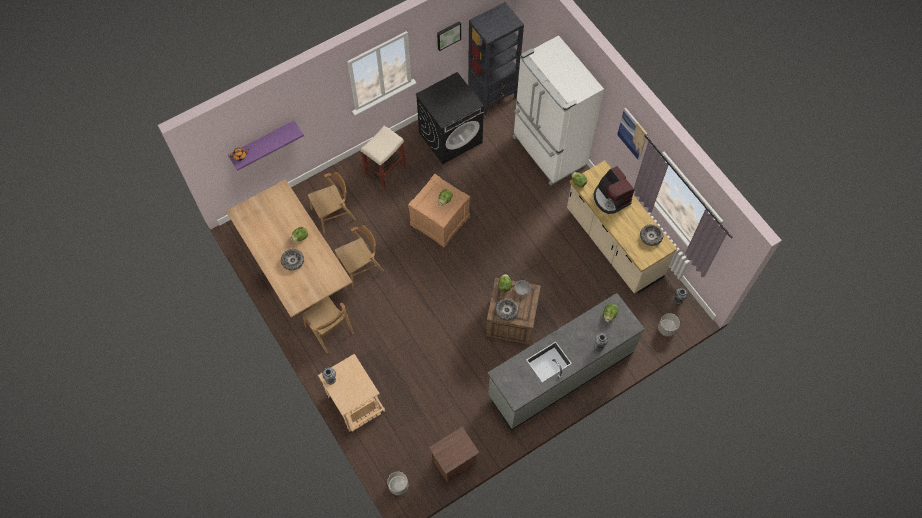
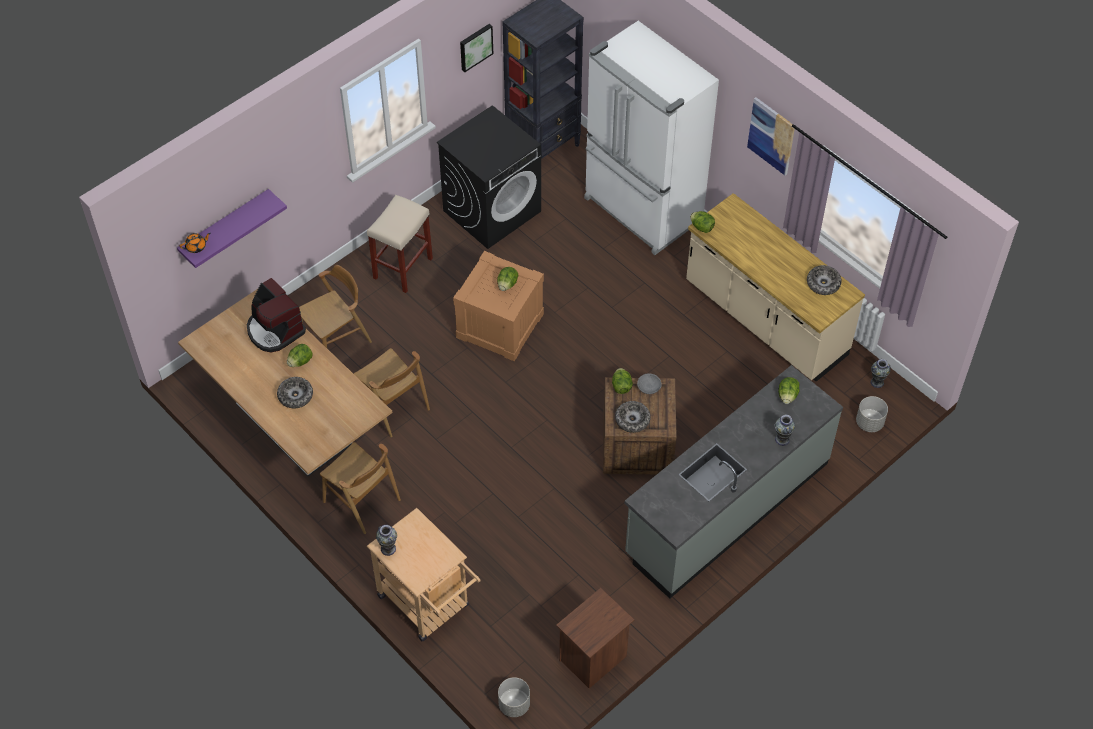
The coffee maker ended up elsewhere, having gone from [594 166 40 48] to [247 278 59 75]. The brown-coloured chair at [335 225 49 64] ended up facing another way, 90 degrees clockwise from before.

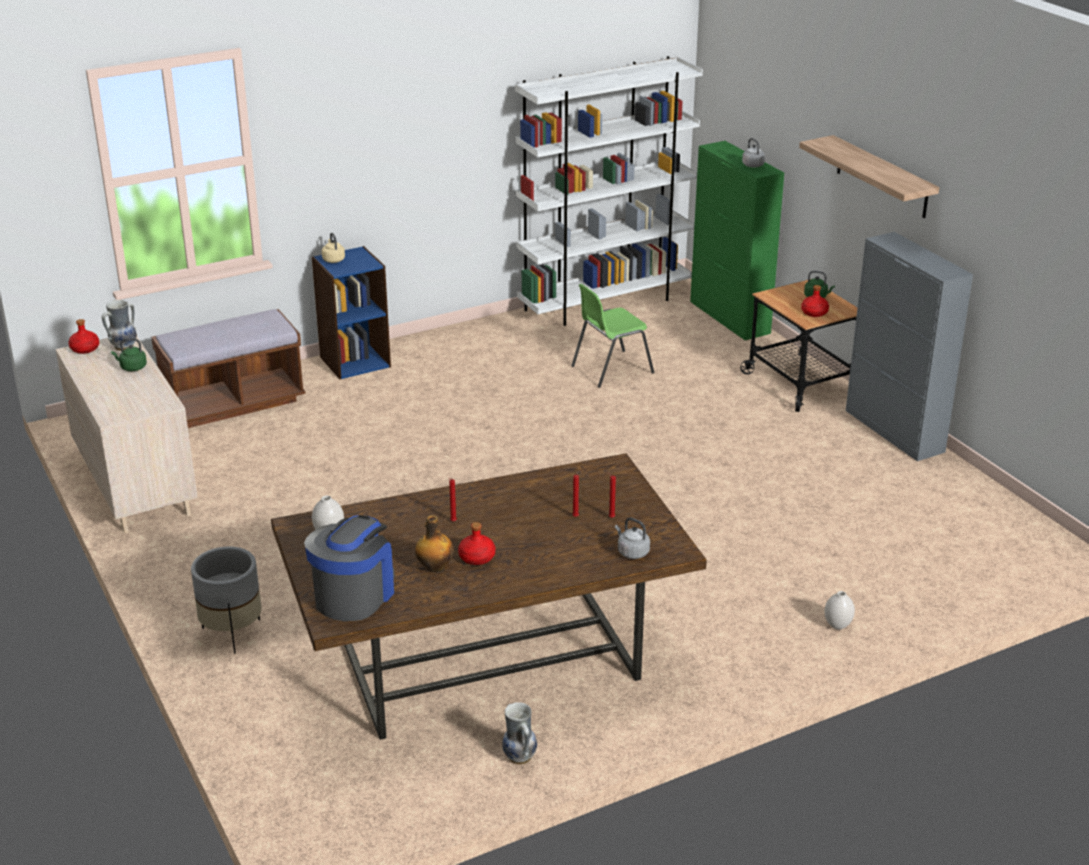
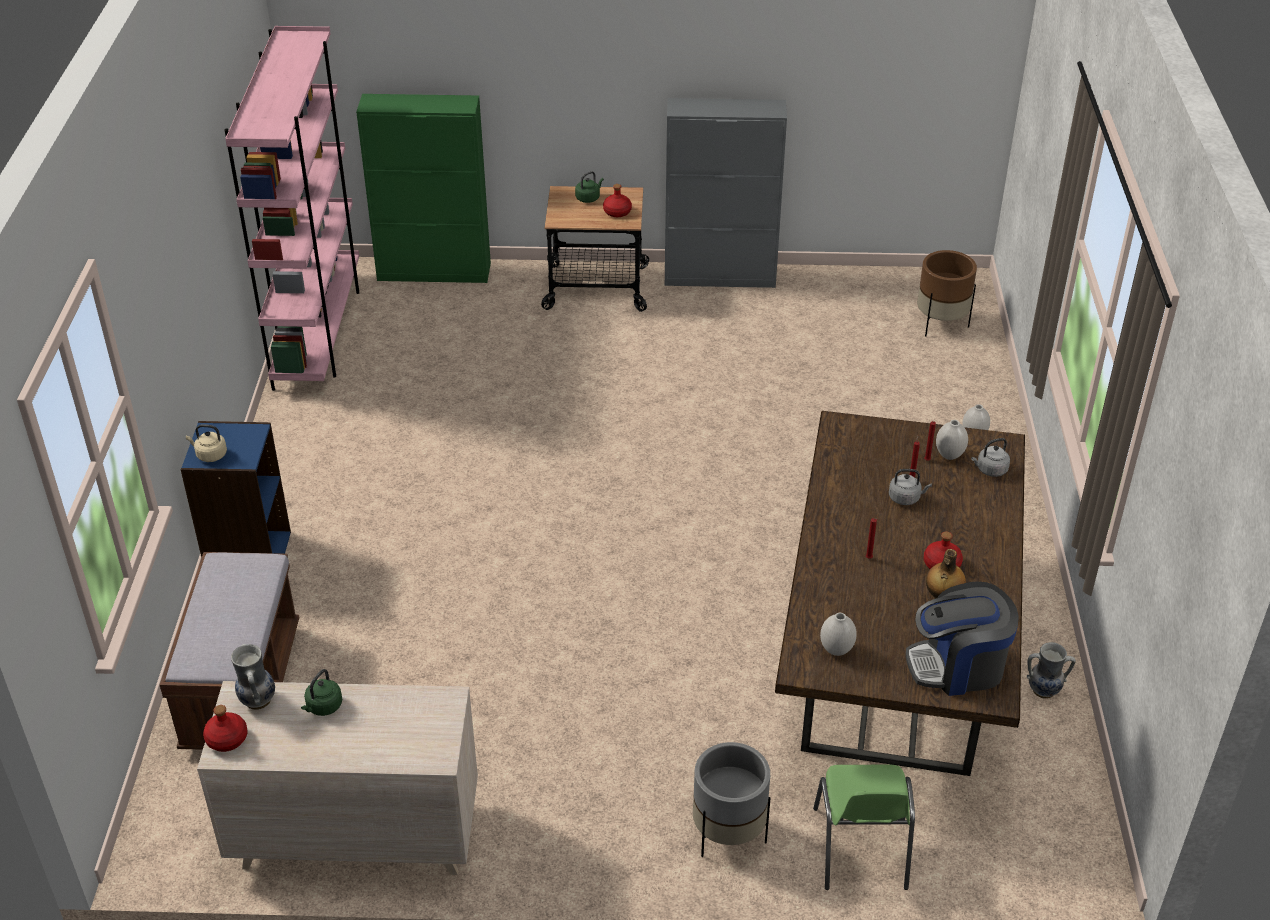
The second view lost the bracket shelf at [799 135 141 83]. The second view gained the brown-coloured plant pot at [917 250 60 86]. The second view gained the white-coloured flower vase at [936 420 32 40]. The green-coloured chair ended up elsewhere, having gone from [571 284 83 104] to [813 764 102 126]. The gray water kettle ended up elsewhere, having gone from [742 138 23 29] to [889 469 43 36]. What was the white-coloured bookcase at [515 56 188 270] turned into the pinkish bookcase at [224 26 135 365]. The coffee maker at [304 515 91 106] ended up facing another way, 60 degrees counterclockwise from before.

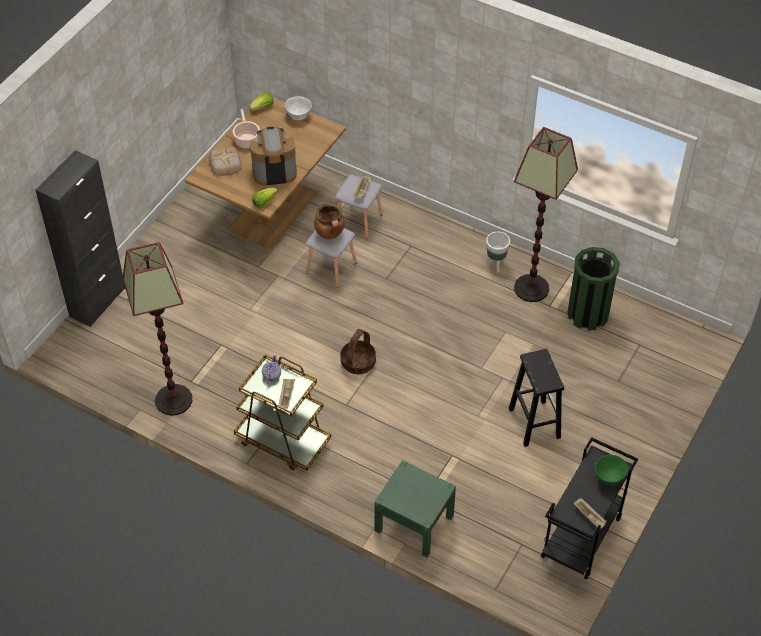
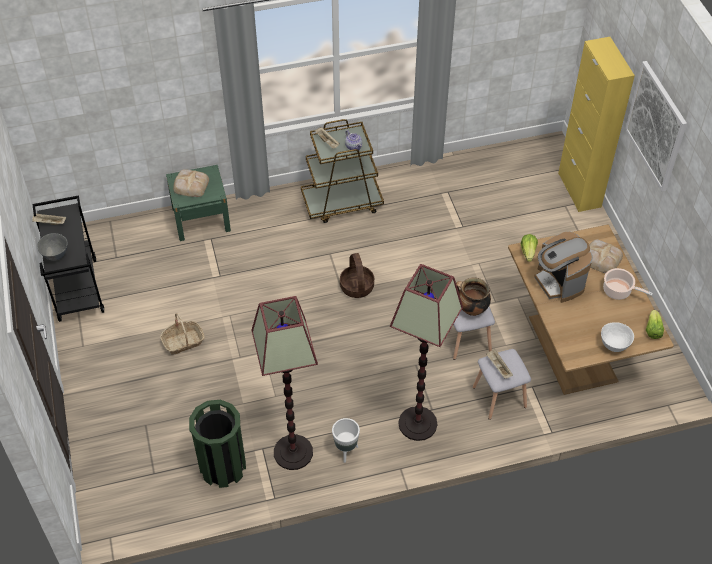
The second view gained the bakery bread at [173 169 36 28]. The second view gained the wall art at [625 61 62 130]. The floor lamp ended up elsewhere, having gone from [123 242 69 174] to [390 264 73 177]. Where the black-coloured sitting stool stood at [509 349 55 98], the basket came to stand at [160 313 45 42]. What was the black-coloured cabinet at [36 150 89 177] turned into the yellow-coloured cabinet at [558 37 77 175]. What was the green-coloured serving bowl at [595 455 33 30] turned into the gray serving bowl at [37 233 31 28]. The coffee maker at [250 127 47 59] ended up facing another way, 120 degrees clockwise from before.

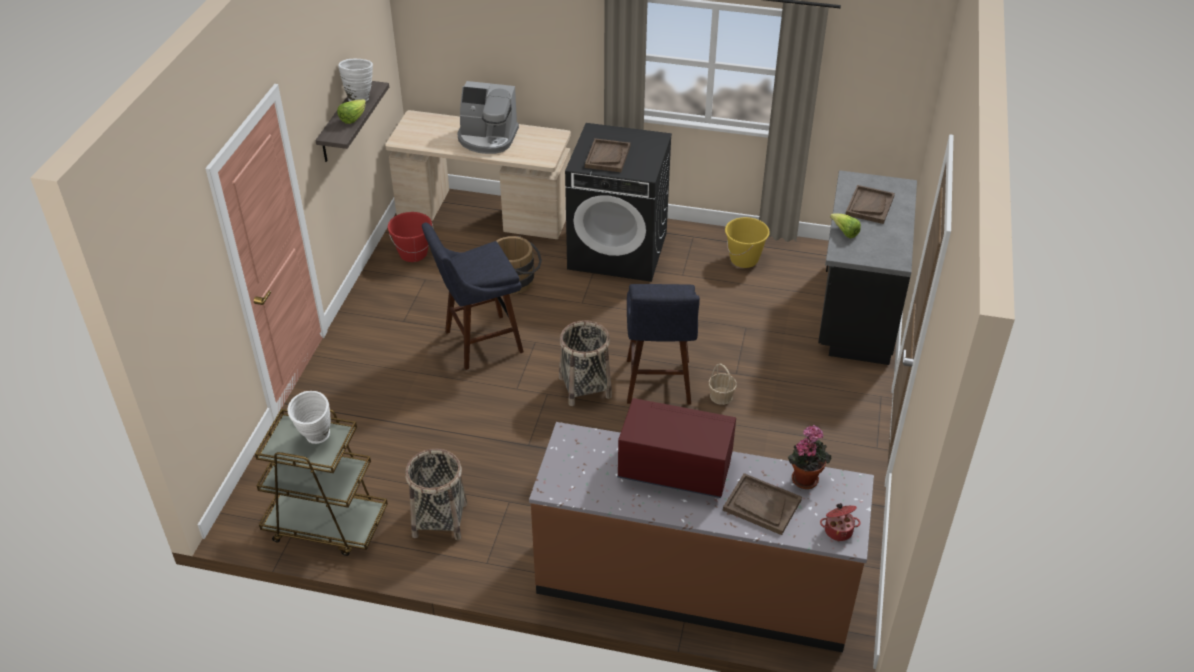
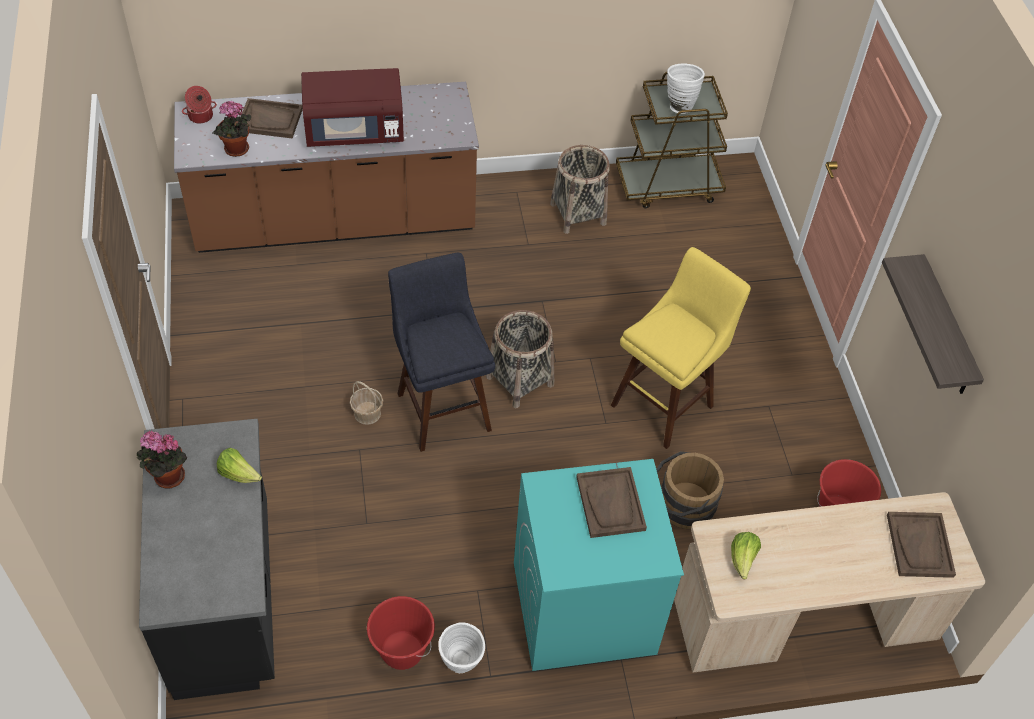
The second view lost the coffee maker at [457 81 62 73]. The second view gained the potted plant at [136 431 51 58]. The lettuce head ended up elsewhere, having gone from [337 99 29 25] to [731 532 30 47]. The white-coloured flower vase ended up elsewhere, having gone from [338 59 35 43] to [438 622 47 51]. The brown-coloured serving tray ended up elsewhere, having gone from [845 185 50 39] to [887 512 69 66]. What was the bluish sitting stool at [422 223 102 147] turned into the yellow-coloured sitting stool at [611 247 140 202]. What was the black-coloured laundry appliance at [565 123 107 159] turned into the turquoise-coloured laundry appliance at [514 459 170 212]. What was the yellow-coloured bucket at [725 217 45 51] turned into the reddish bucket at [367 596 68 74].

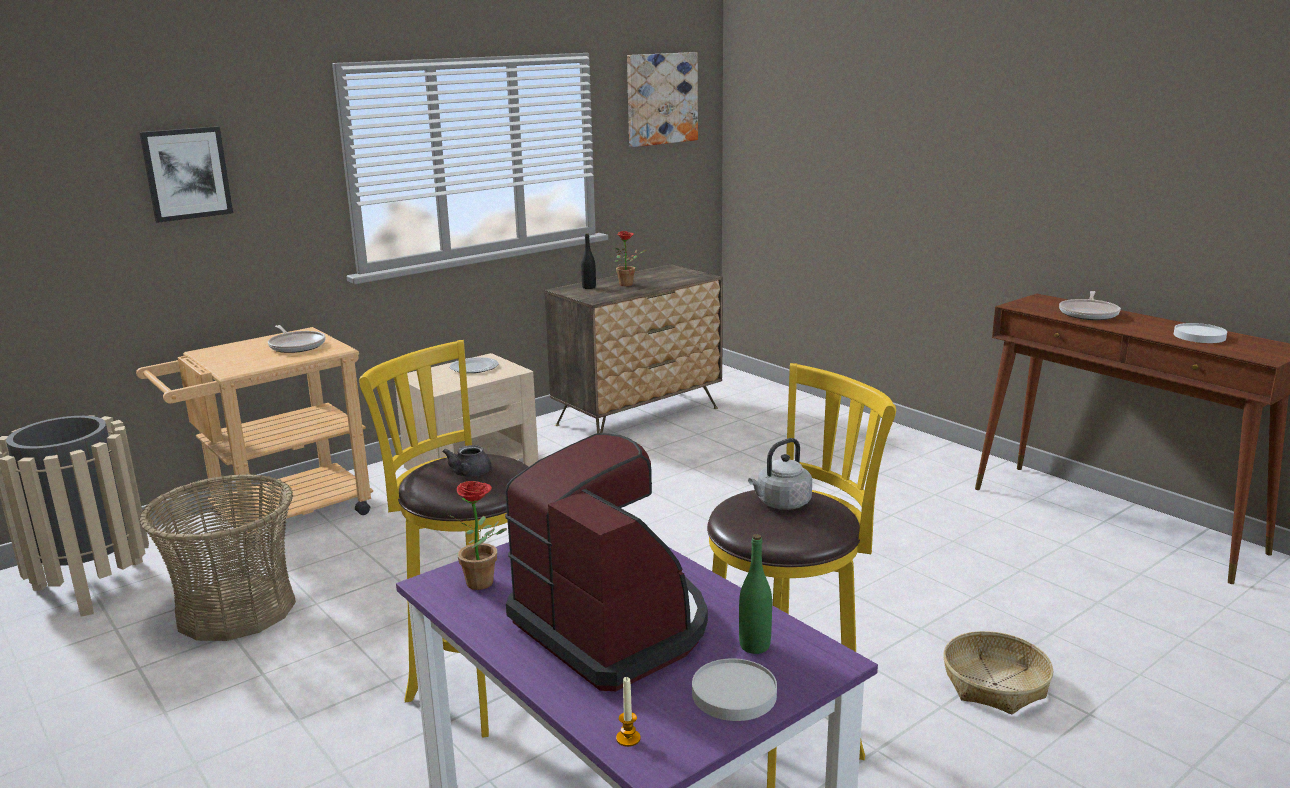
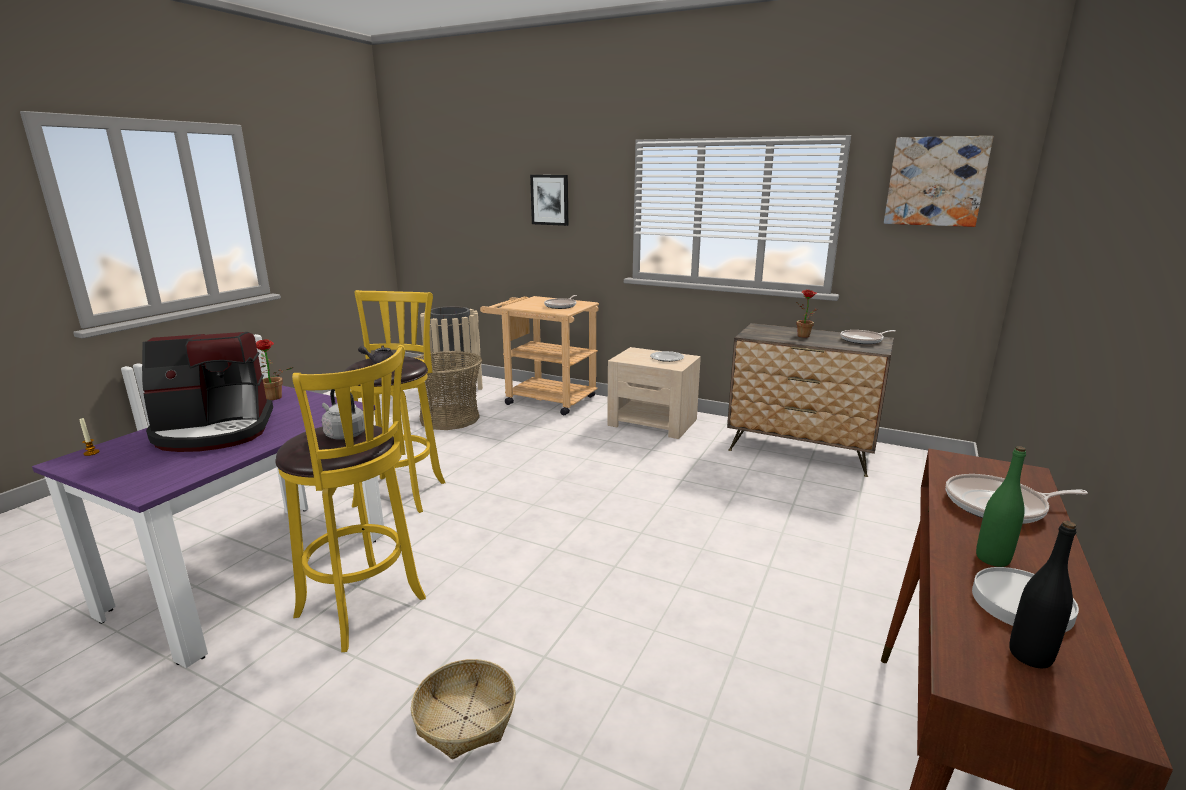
The second view lost the white-coloured plate at [692 658 85 63]. The second view gained the pan at [841 330 55 14]. The black-coloured beverage bottle ended up elsewhere, having gone from [581 233 15 56] to [1009 521 67 147]. The green-coloured beverage bottle ended up elsewhere, having gone from [739 534 33 120] to [976 446 50 121]. The coffee maker at [505 433 203 258] ended up facing another way, 45 degrees clockwise from before.

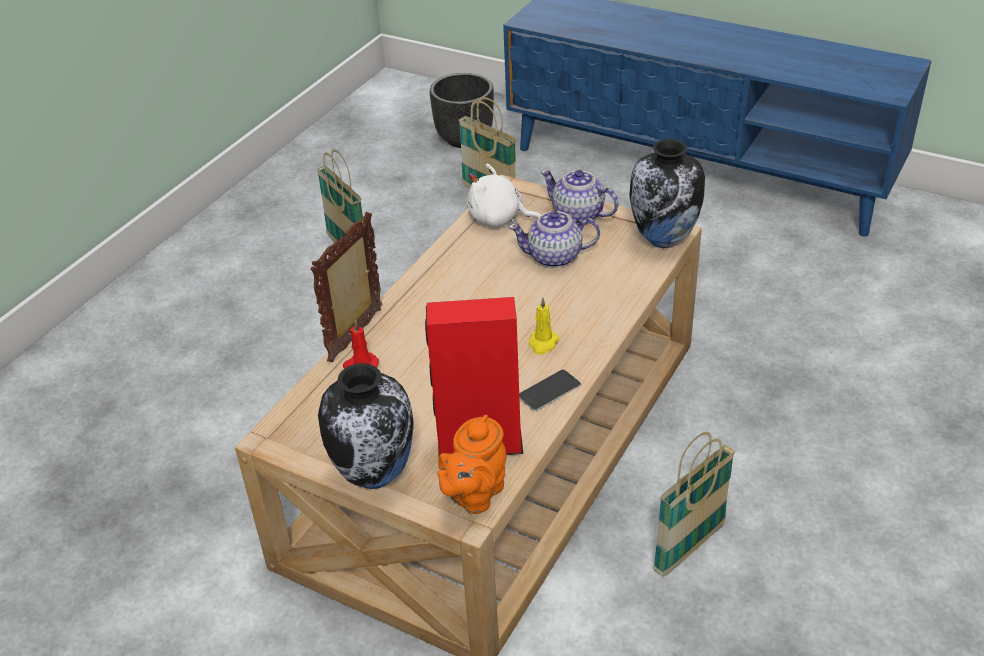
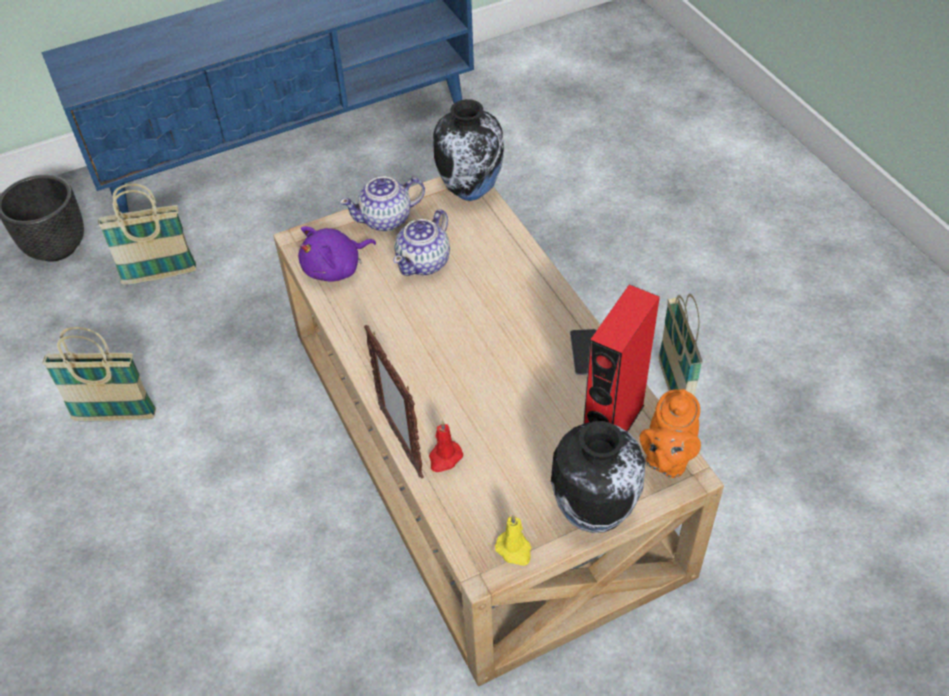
The yellow-coloured wax candle ended up elsewhere, having gone from [529 297 31 58] to [495 514 36 52]. What was the white-coloured cuddly toy at [467 164 74 63] turned into the purple-coloured cuddly toy at [298 226 78 56]. The orange tea pot at [437 415 69 99] ended up facing another way, 45 degrees clockwise from before.

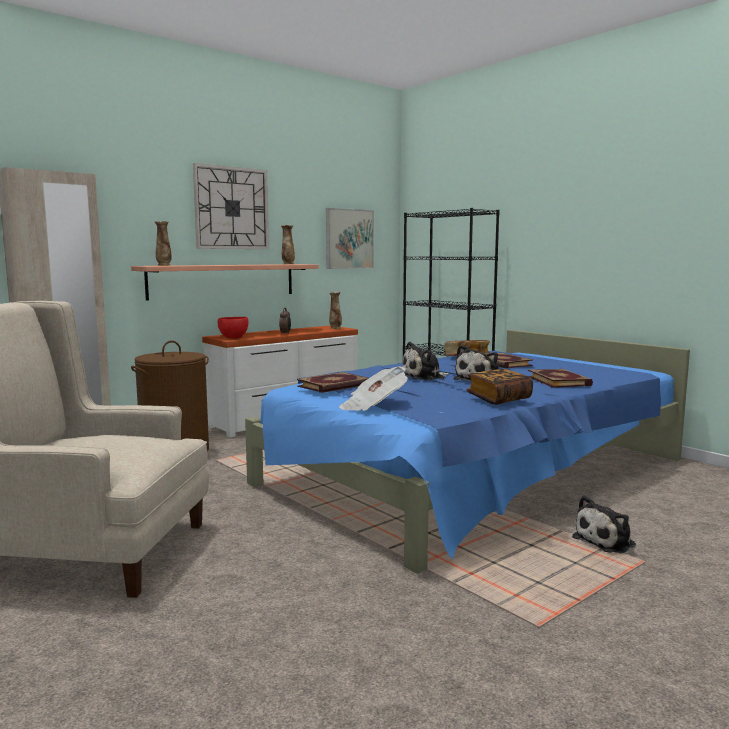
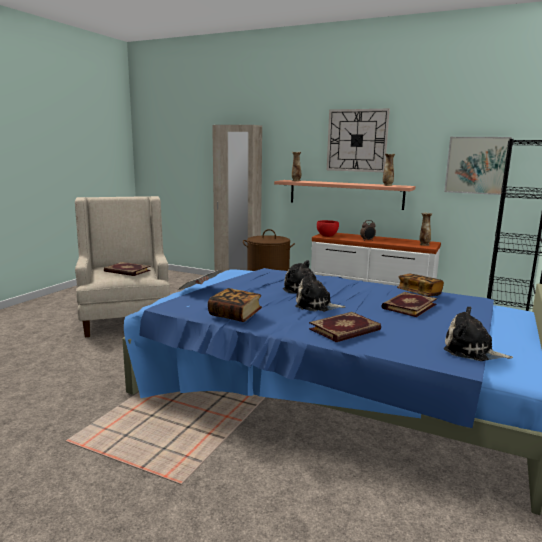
The book ended up elsewhere, having gone from [297 372 72 21] to [104 262 47 14]. The cuddly toy ended up elsewhere, having gone from [572 495 64 58] to [444 307 69 54].

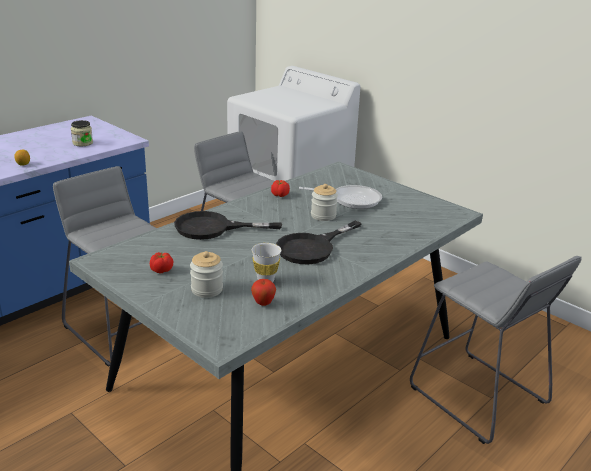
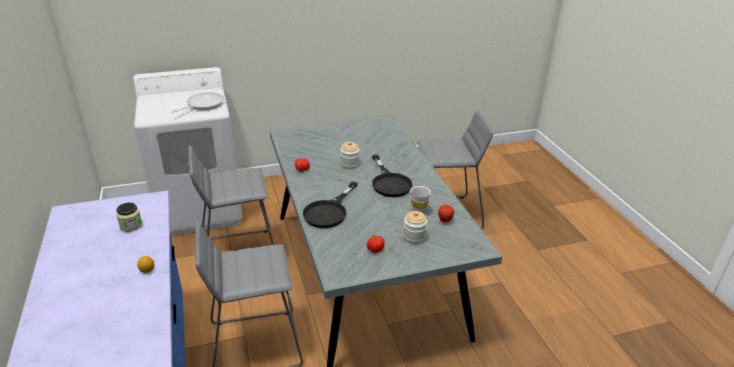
The pan ended up elsewhere, having gone from [299 185 83 24] to [171 92 53 21].

